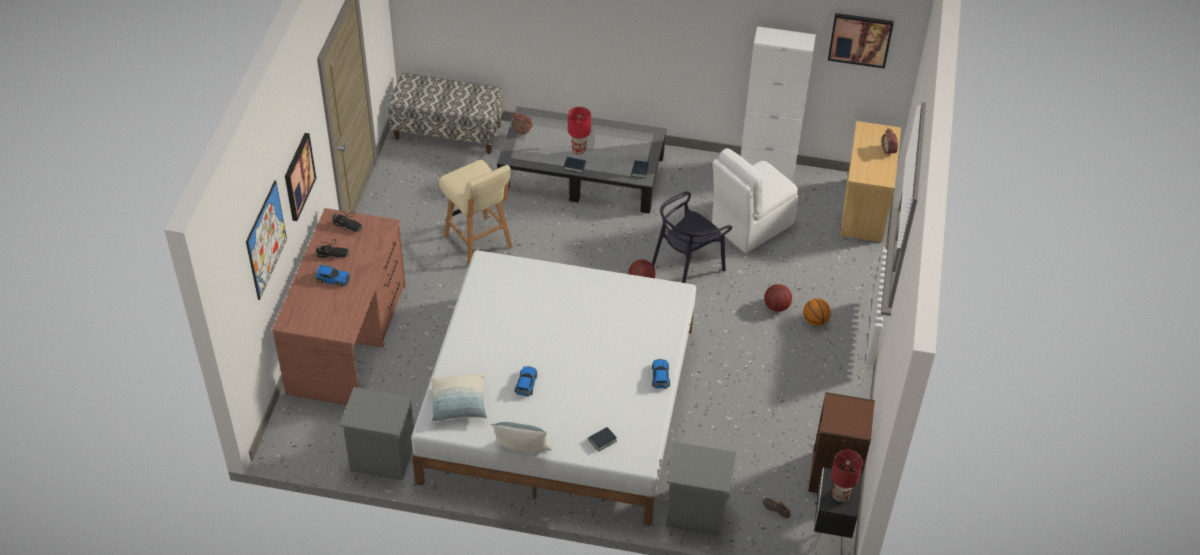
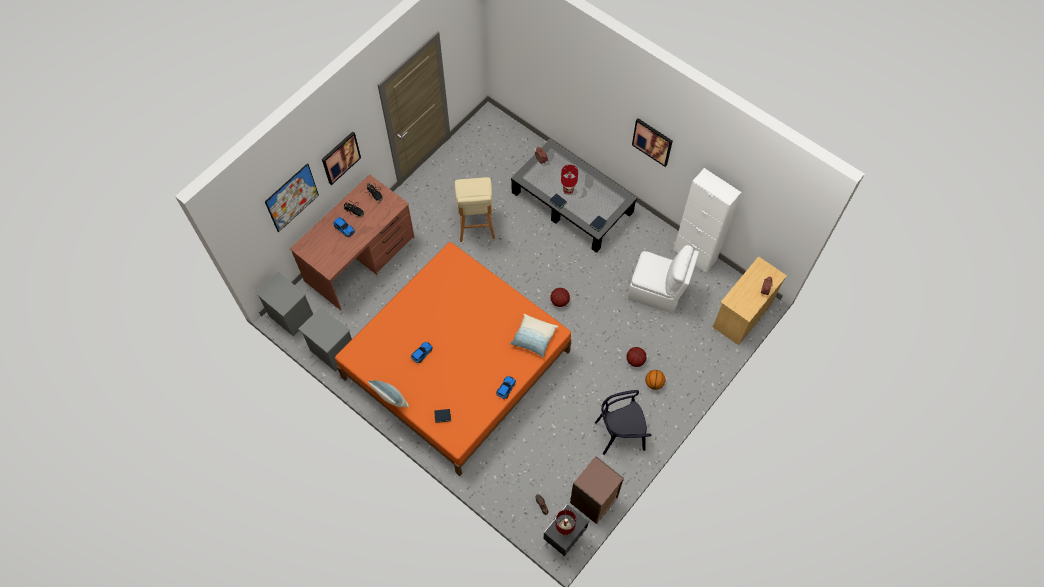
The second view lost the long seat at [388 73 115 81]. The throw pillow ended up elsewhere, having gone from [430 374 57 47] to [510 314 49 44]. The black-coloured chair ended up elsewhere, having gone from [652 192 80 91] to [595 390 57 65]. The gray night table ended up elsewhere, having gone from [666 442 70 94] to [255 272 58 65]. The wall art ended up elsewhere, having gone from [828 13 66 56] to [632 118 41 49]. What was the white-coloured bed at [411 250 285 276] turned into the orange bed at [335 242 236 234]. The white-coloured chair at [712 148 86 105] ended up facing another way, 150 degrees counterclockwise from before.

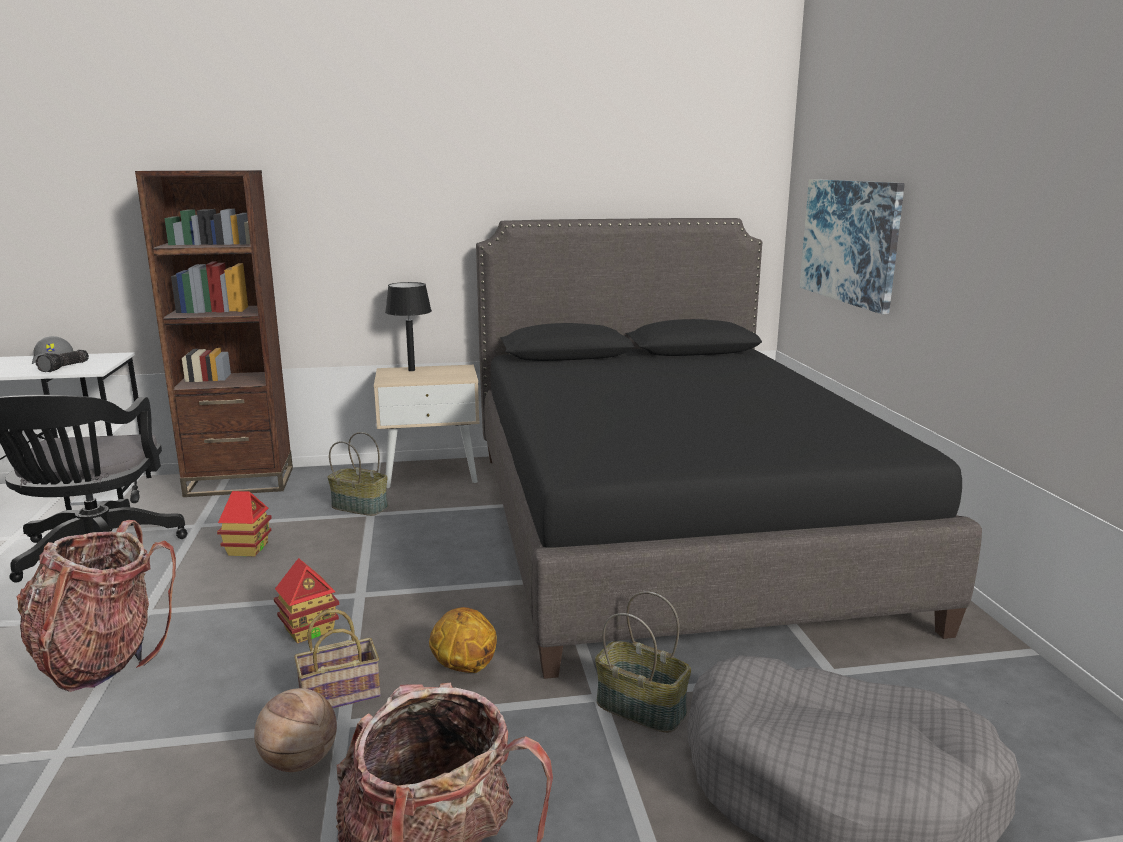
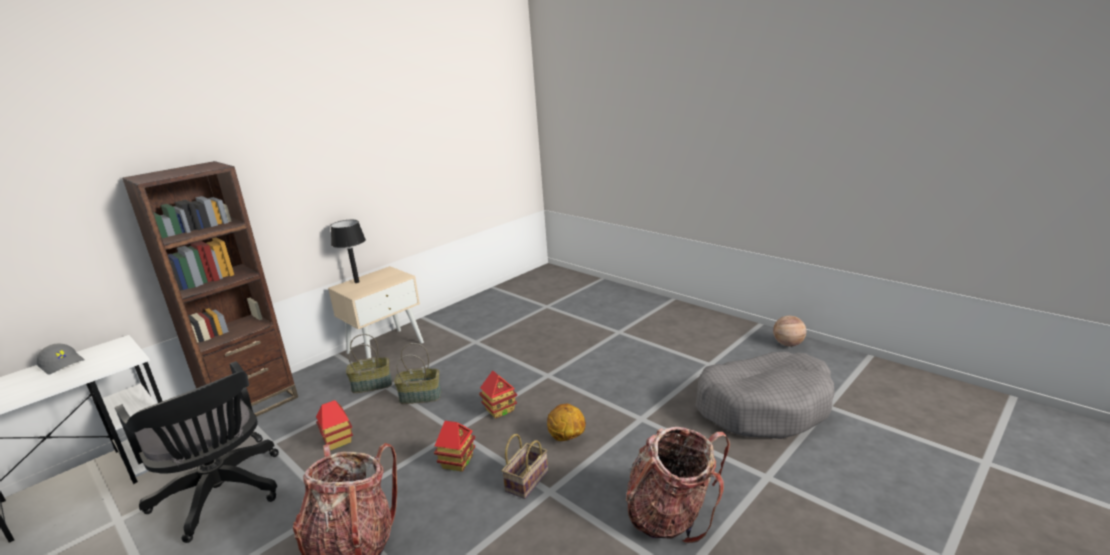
The second view lost the torch at [35 350 54 22]. The second view lost the black-coloured bed at [476 218 506 461]. The second view lost the wall art at [800 179 105 135]. The second view gained the miniature house at [479 371 38 48]. The ball for basketball ended up elsewhere, having gone from [254 688 83 84] to [773 316 33 31]. The basket ended up elsewhere, having gone from [595 591 96 142] to [394 343 48 61].

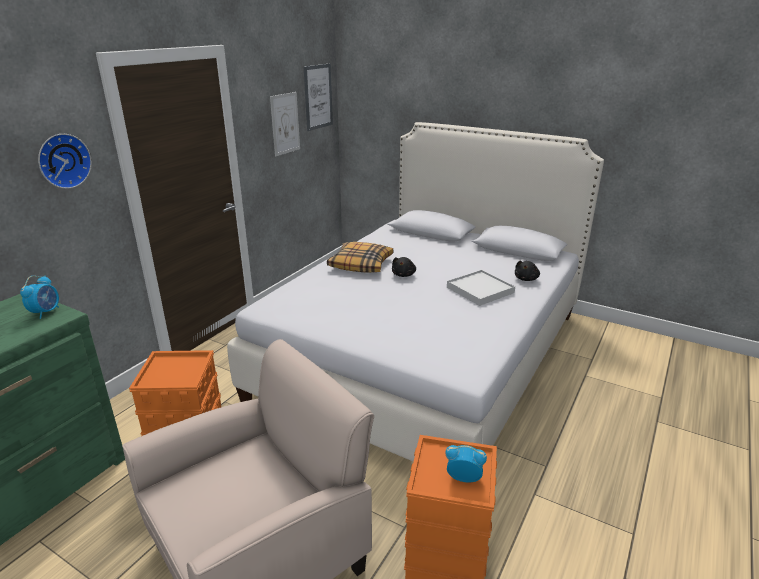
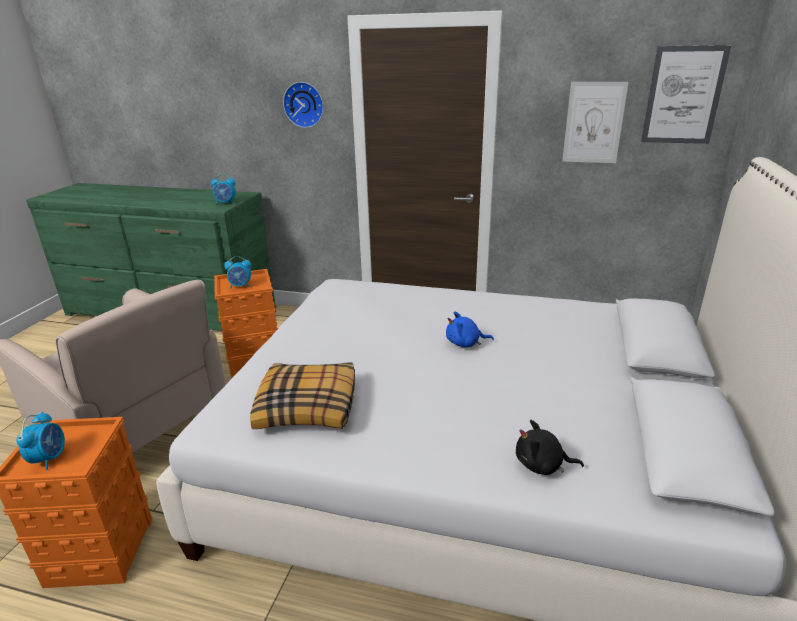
The second view lost the white-coloured serving tray at [447 270 68 36]. The second view gained the table clock at [224 256 27 33]. The throw pillow ended up elsewhere, having gone from [327 242 66 31] to [250 363 105 66]. What was the black-coloured cuddly toy at [392 257 24 20] turned into the bluish cuddly toy at [446 311 48 36].

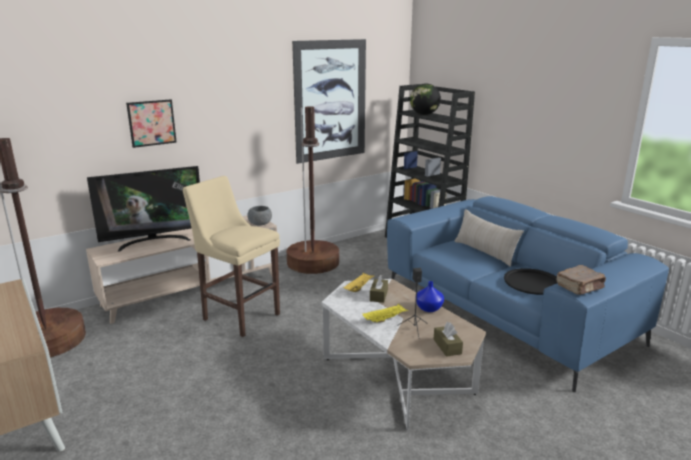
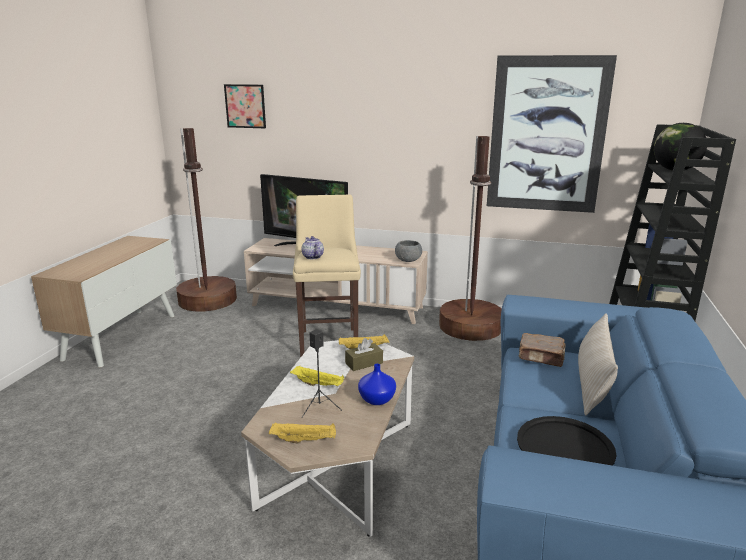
The second view gained the tea pot at [302 236 22 23]. The wall art ended up elsewhere, having gone from [126 99 51 49] to [224 84 42 44]. The brown-coloured book ended up elsewhere, having gone from [556 265 50 30] to [518 333 48 34]. Where the brown-coloured tissue box stood at [434 322 29 35], the yellow-coloured serving tray came to stand at [269 422 67 22].

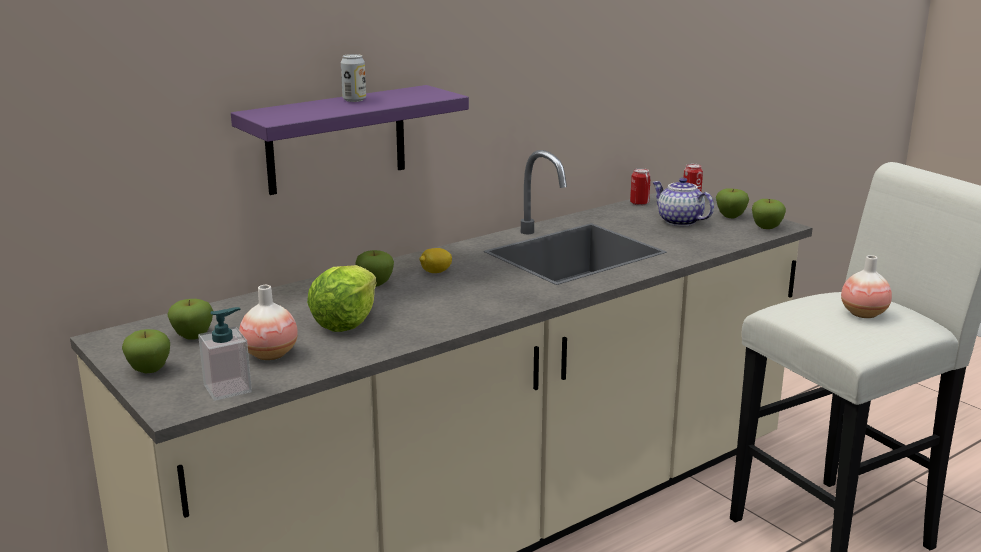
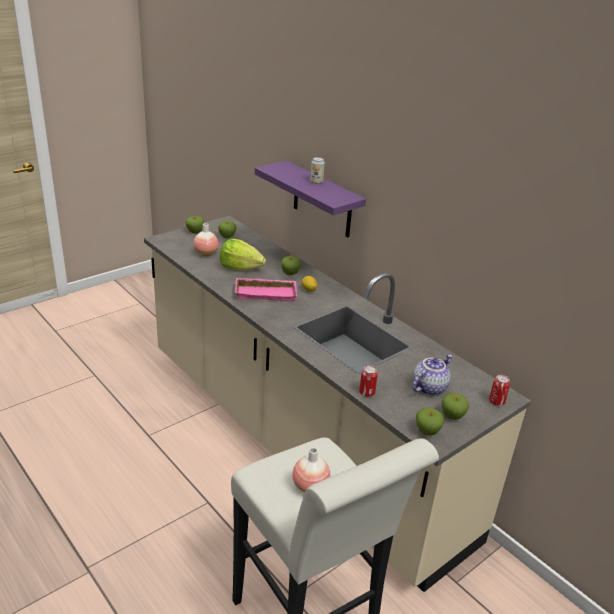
The second view lost the soap bottle at [198 307 54 94]. The second view gained the pinkish serving tray at [235 278 62 23]. The metal can ended up elsewhere, having gone from [630 168 21 38] to [359 365 19 32].

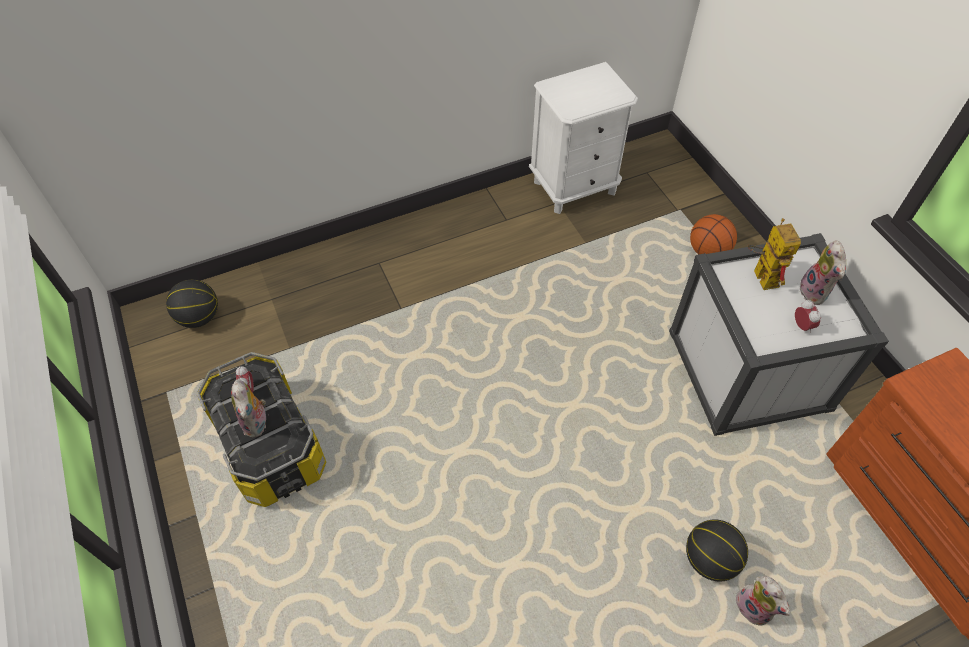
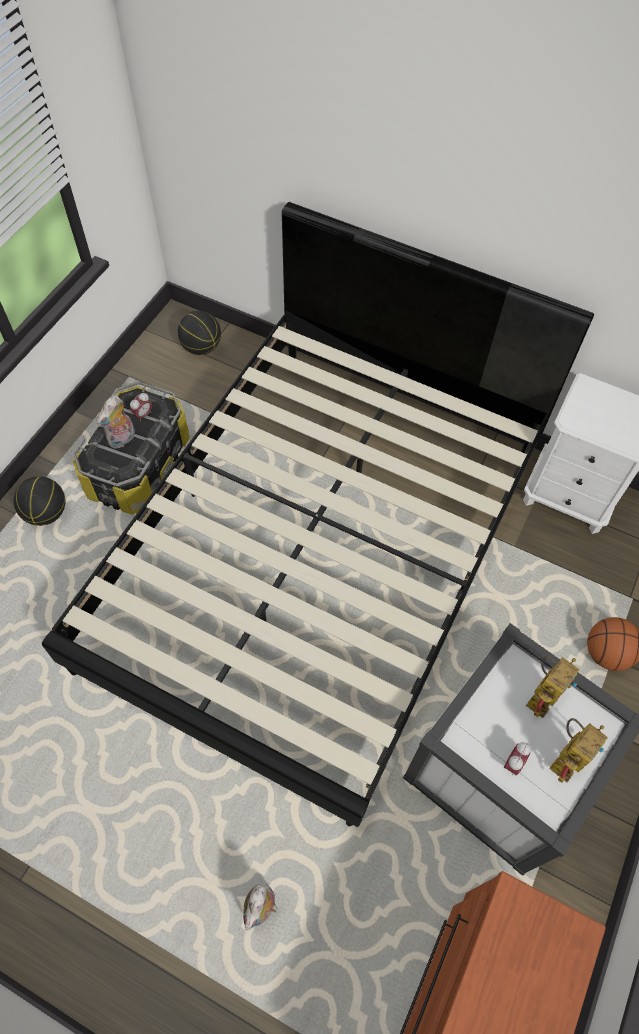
The second view gained the black-coloured bed at [42 202 552 625]. The ball for basketball ended up elsewhere, having gone from [686 519 62 62] to [14 476 51 50]. Where the cuddly toy stood at [800 240 46 65], the model robot came to stand at [549 718 58 65].

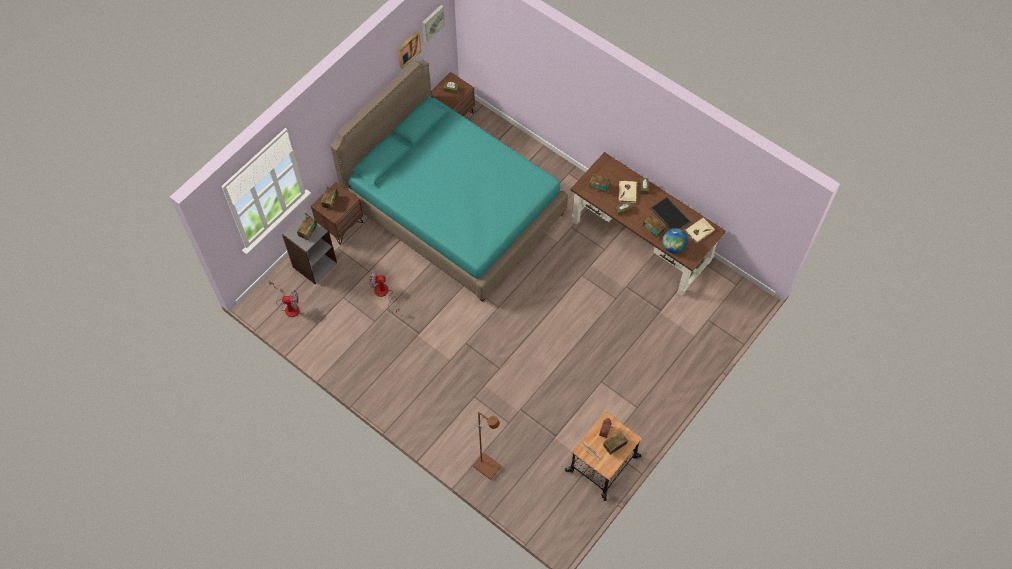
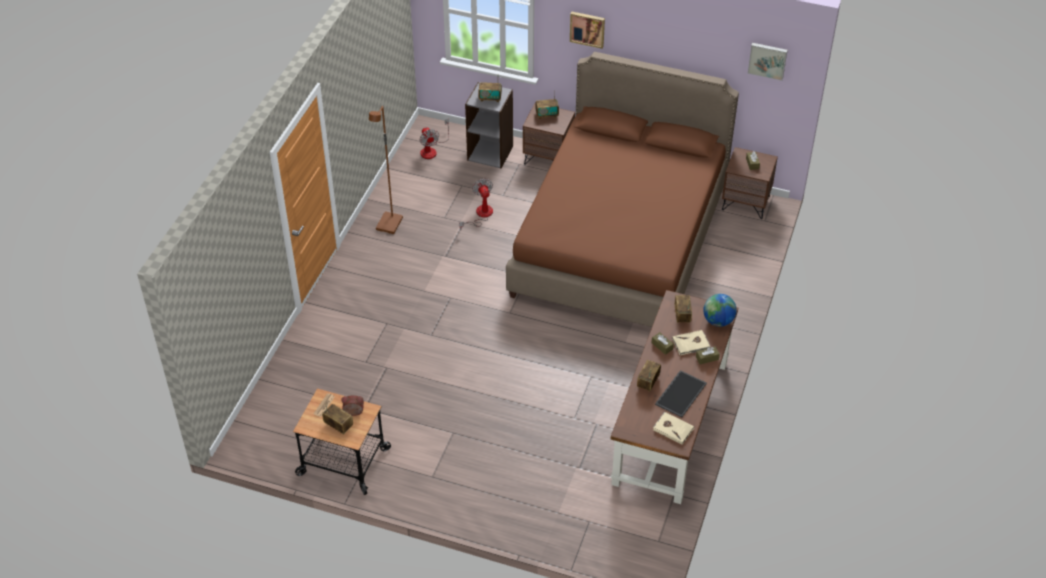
The wall art ended up elsewhere, having gone from [397 31 24 38] to [570 12 35 37]. The brown-coloured floor lamp ended up elsewhere, having gone from [473 412 29 68] to [369 106 34 128]. The world globe ended up elsewhere, having gone from [662 228 26 26] to [703 294 34 33]. What was the turquoise-coloured bed at [330 60 238 242] turned into the brown-coloured bed at [506 52 233 275].

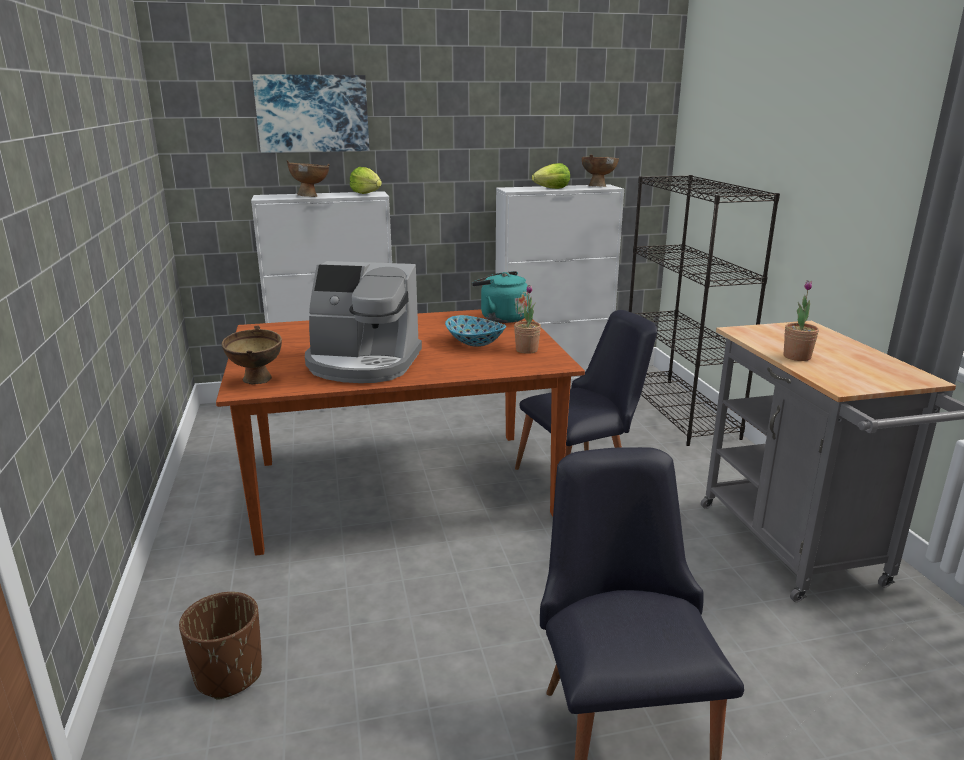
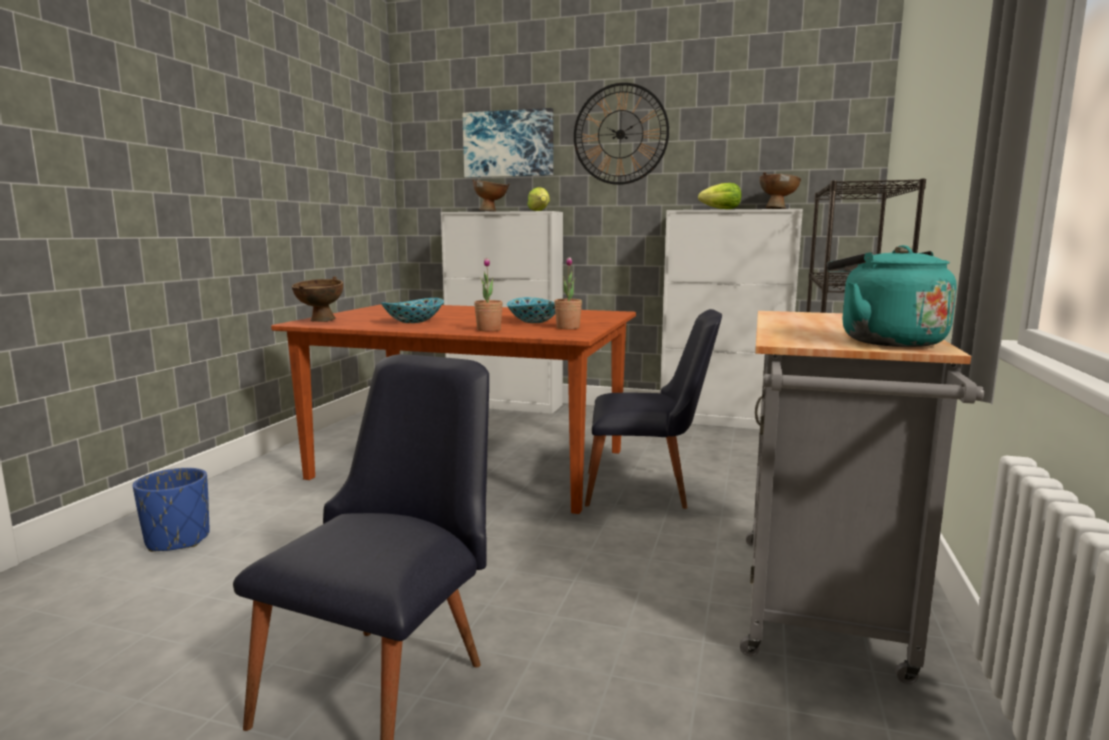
The second view gained the clock on the wall at [574 83 95 102]. The turquoise-coloured water kettle ended up elsewhere, having gone from [472 271 58 52] to [826 245 131 102]. The potted plant ended up elsewhere, having gone from [784 280 35 81] to [474 258 29 73]. Where the coffee maker stood at [305 261 117 122], the serving bowl came to stand at [381 298 63 25]. What was the brown-coloured plant pot at [179 592 83 108] turned into the bluish plant pot at [133 468 77 84].

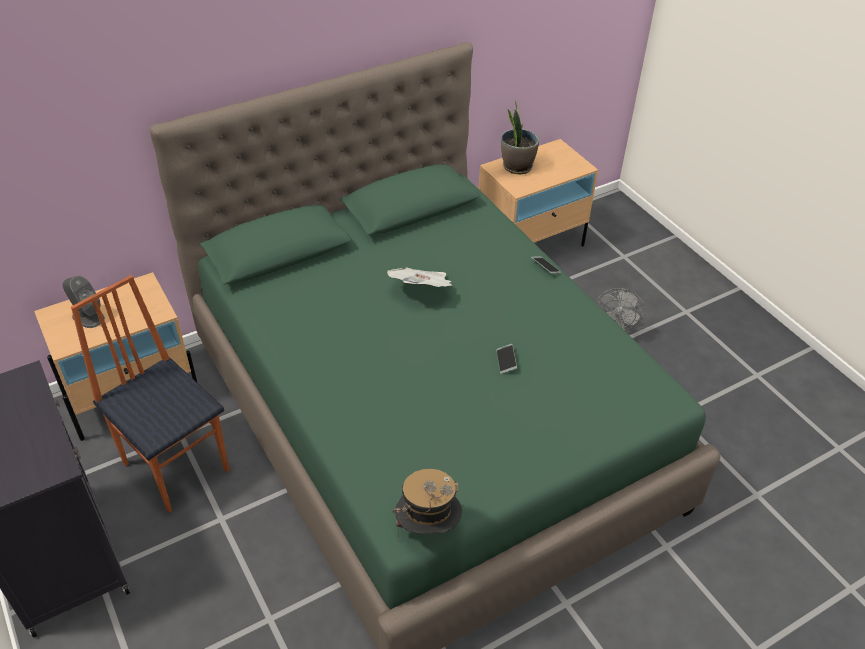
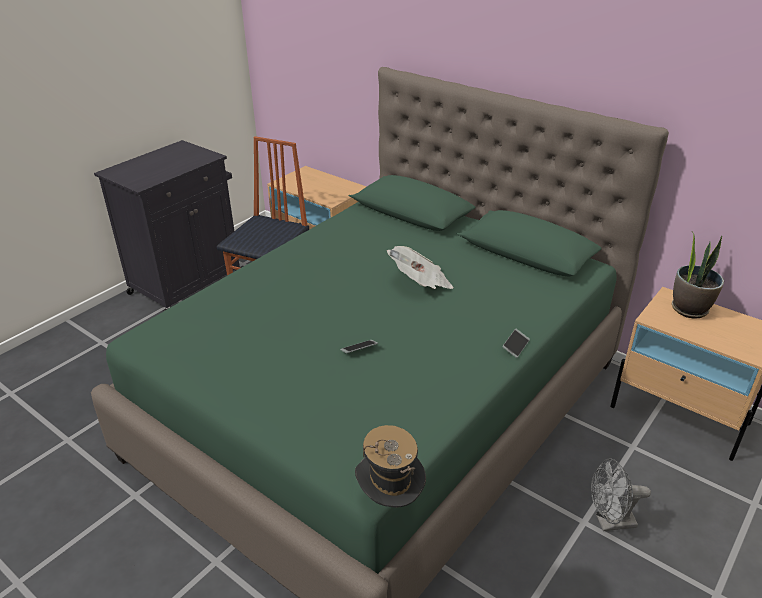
The second view lost the gray audio speaker at [63 276 42 52]. The wearable hat ended up elsewhere, having gone from [392 469 70 72] to [355 425 71 83].

